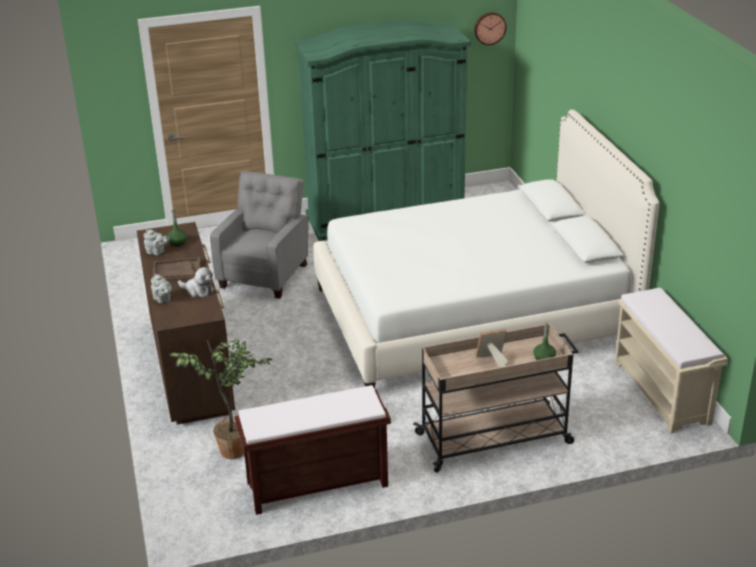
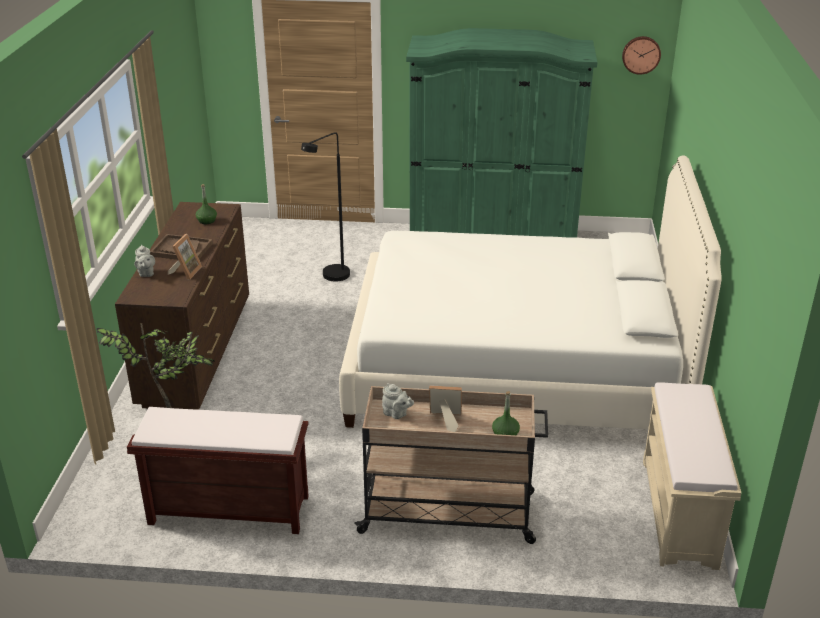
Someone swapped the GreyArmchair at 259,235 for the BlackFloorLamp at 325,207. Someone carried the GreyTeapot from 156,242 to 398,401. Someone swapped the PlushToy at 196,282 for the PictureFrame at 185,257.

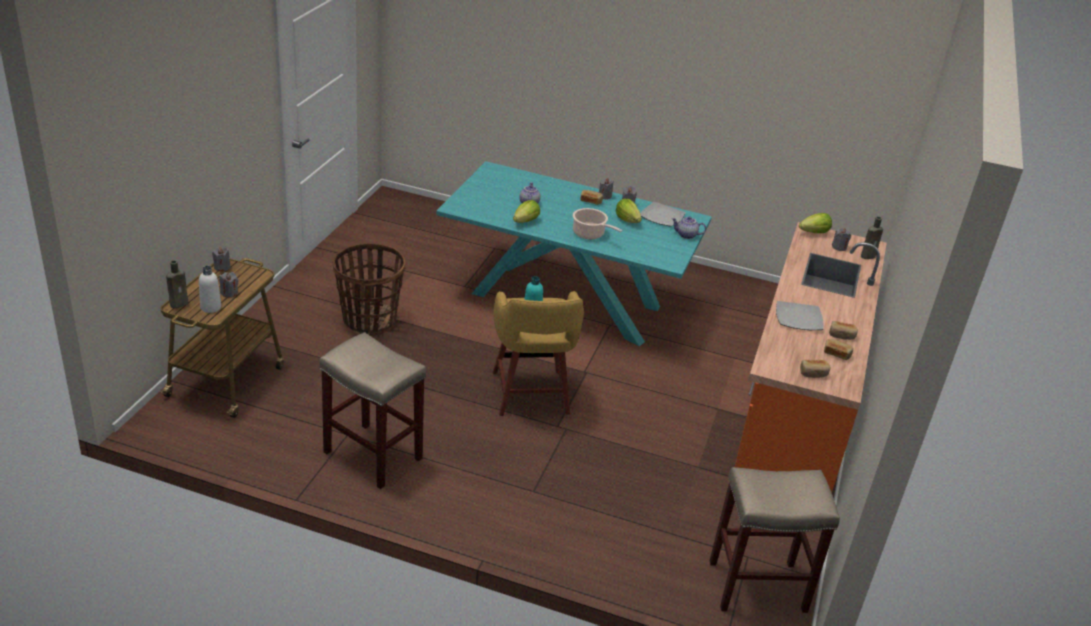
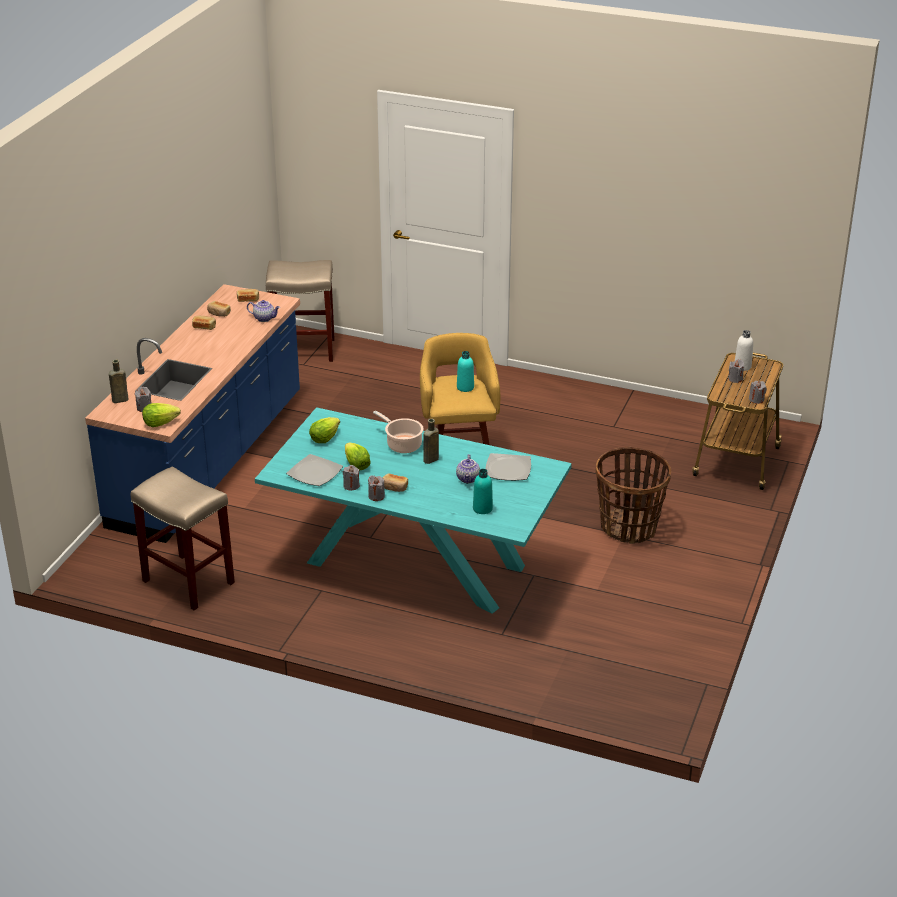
Someone carried the Lettuce from 526,211 to 324,430. Someone carried the Teapot from 688,227 to 263,311. Someone repainted the OrangeCounter at 811,357, which became the BlueCounter at 192,413. Someone carried the BrownBottle from 177,284 to 431,441. Someone carried the Plate from 799,315 to 508,467. Someone carried the BeigeStool from 373,410 to 183,538. Someone put down the TurquoiseBottle at 483,491.

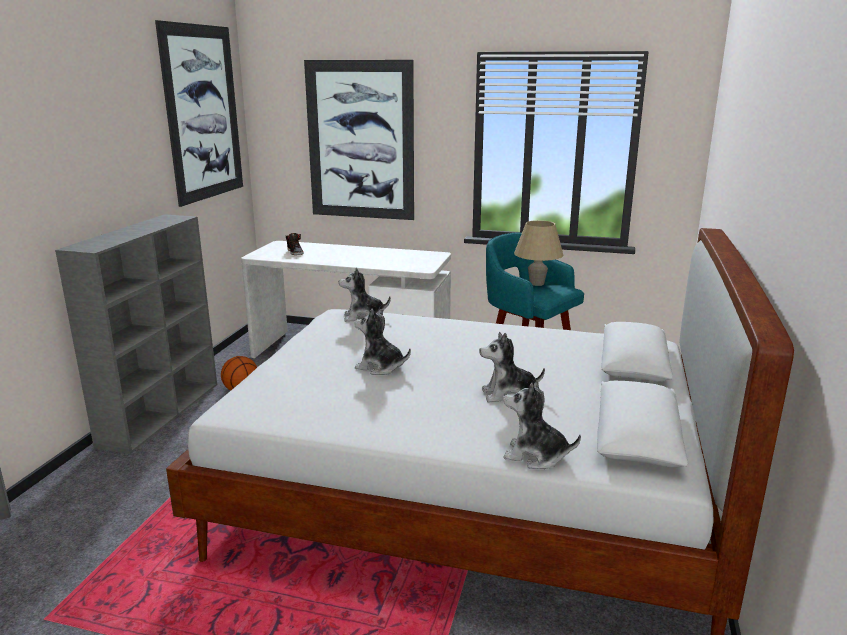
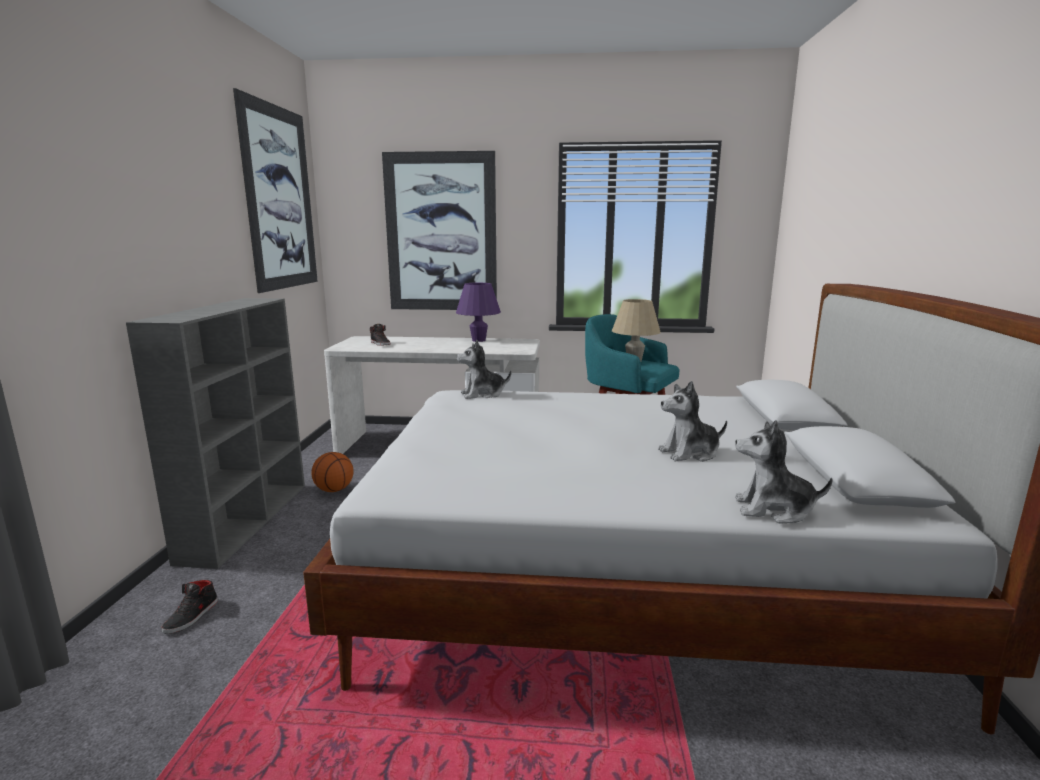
Someone took away the PlushToy at 382,341. Someone put down the PurpleTableLamp at 478,312. Someone put down the BlackShoe at 189,607.

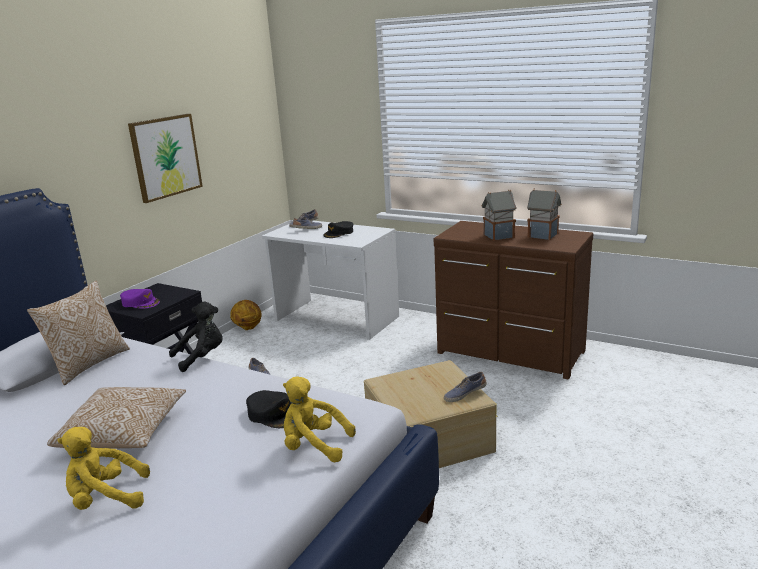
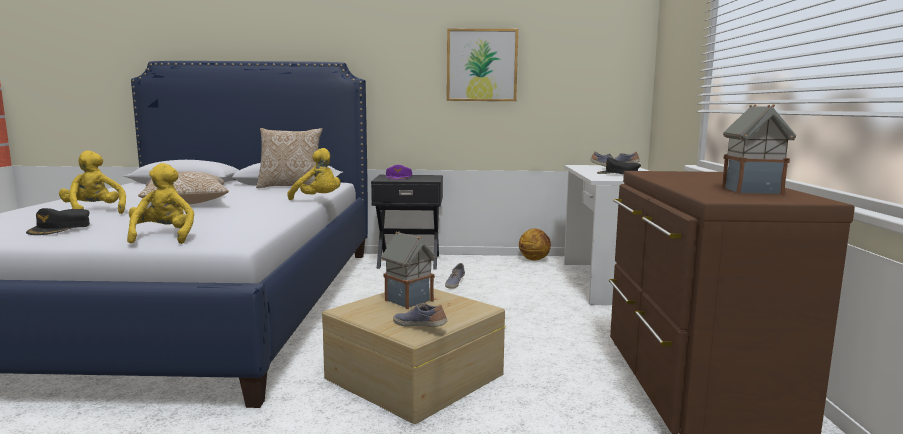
Someone carried the ToyHouse from 499,215 to 408,270. Someone repainted the BlackPlushToy at 196,337, which became the YellowPlushToy at 313,174. Someone carried the BlackCap from 268,409 to 58,221.

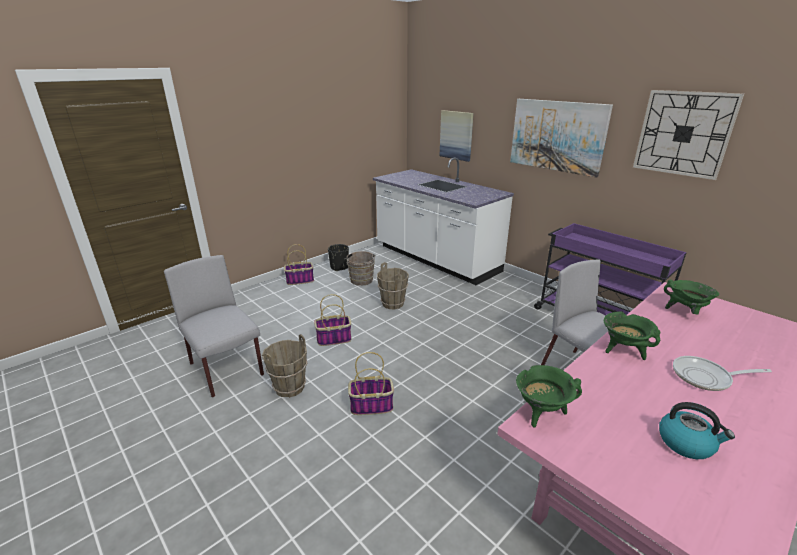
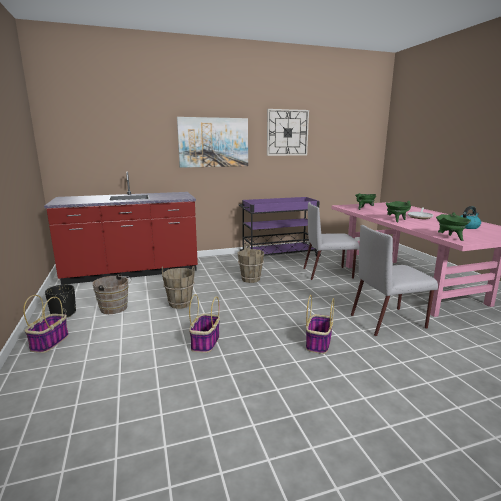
Someone took away the Picture at 457,136. Someone repainted the WhiteCounter at 443,221, which became the RedCounter at 121,228. Someone carried the GreyChair from 214,326 to 394,280. Someone carried the BrownBucket from 284,366 to 250,263.

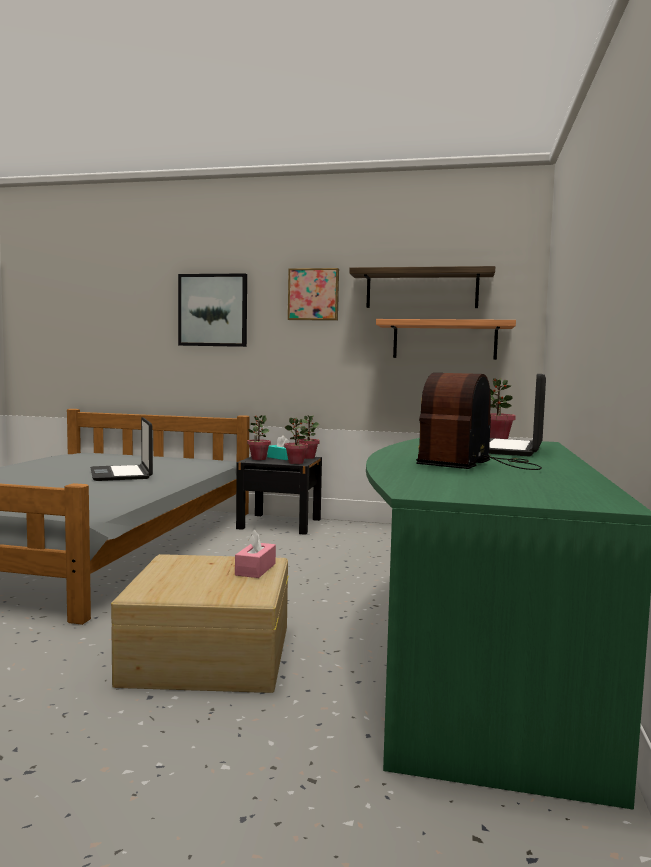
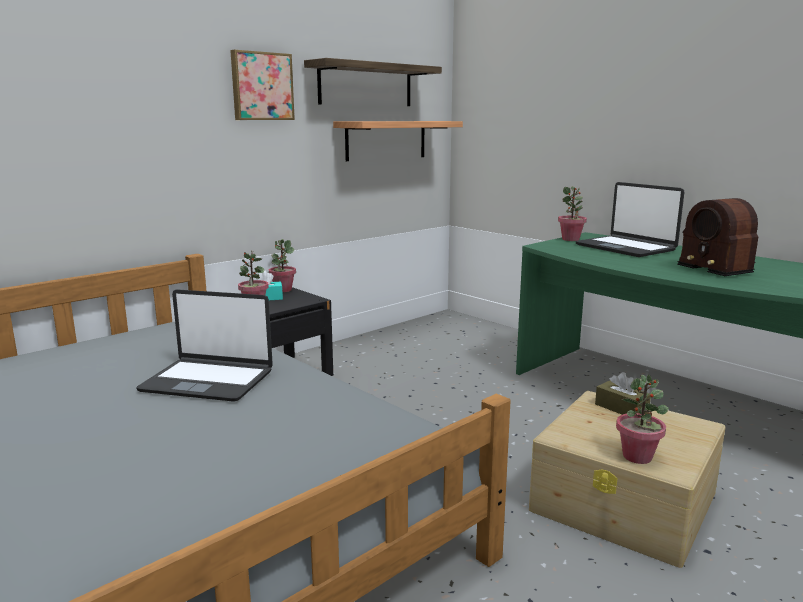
Someone took away the Picture at 212,310. Someone carried the PottedPlant from 296,441 to 642,419. Someone repainted the PinkTissueBox at 255,553, which became the BrownTissueBox at 623,393.

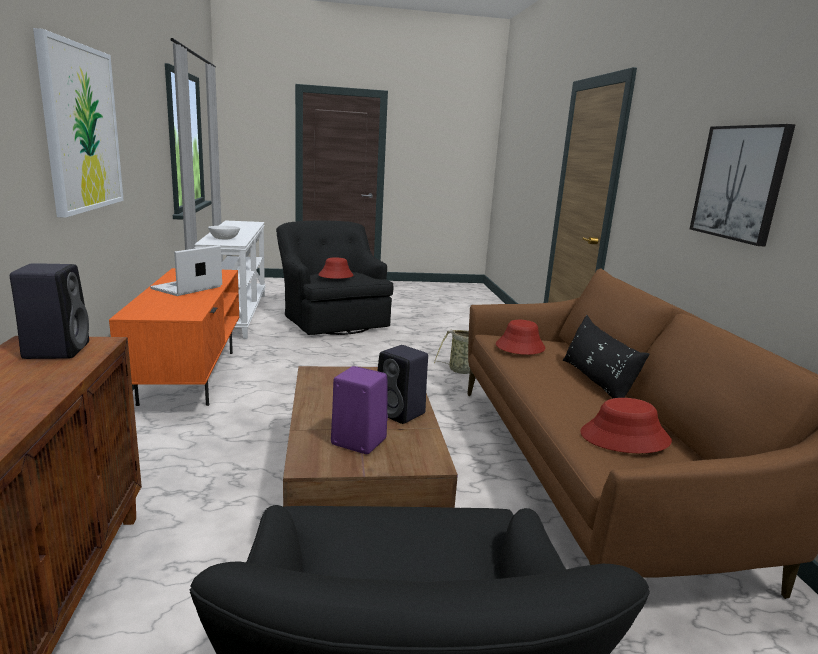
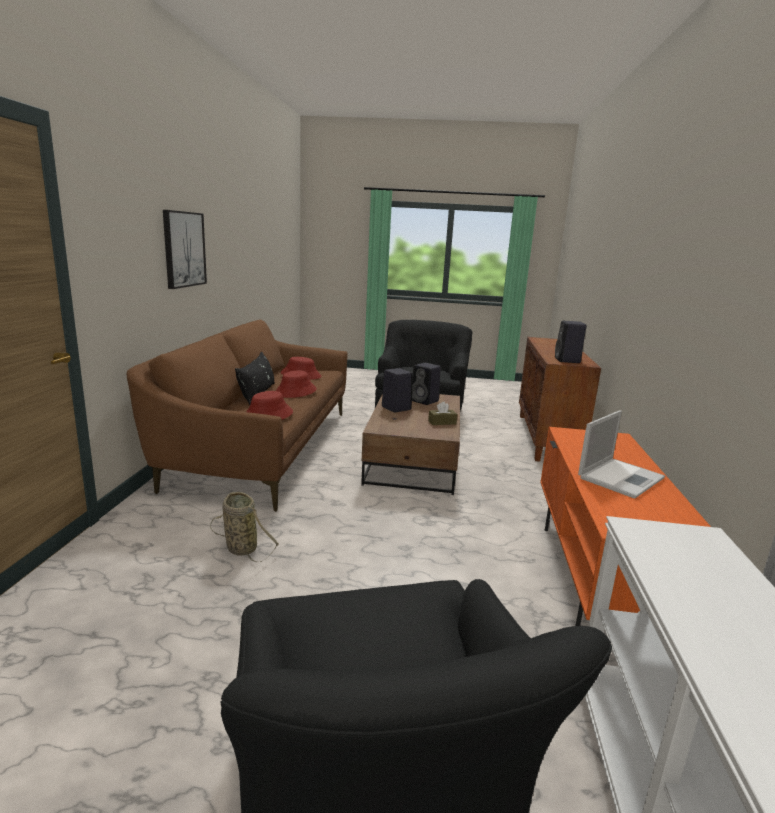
Someone took away the Picture at 78,123. Someone took away the WhiteBowl at 224,232. Someone carried the RedHat from 336,268 to 296,384. Someone repainted the PurpleSpeaker at 359,410, which became the BlackSpeaker at 426,384. Someone put down the BrownTissueBox at 442,413.

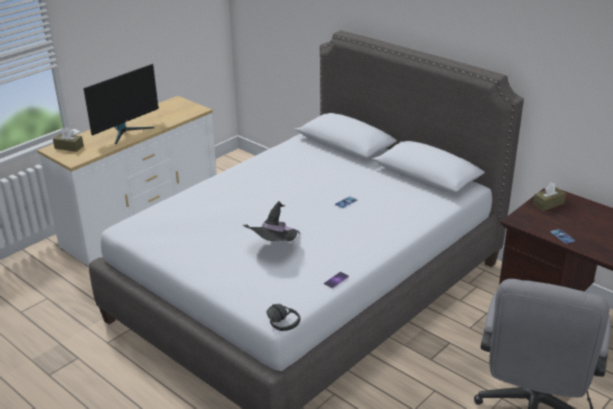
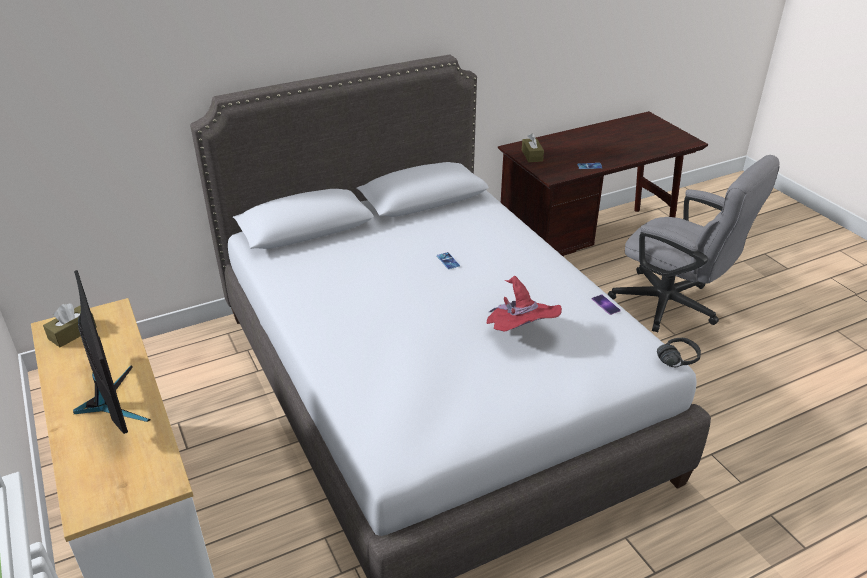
Someone carried the BrownTissueBox from 68,139 to 70,325. Someone repainted the BlackHat at 271,221, which became the RedHat at 524,303.

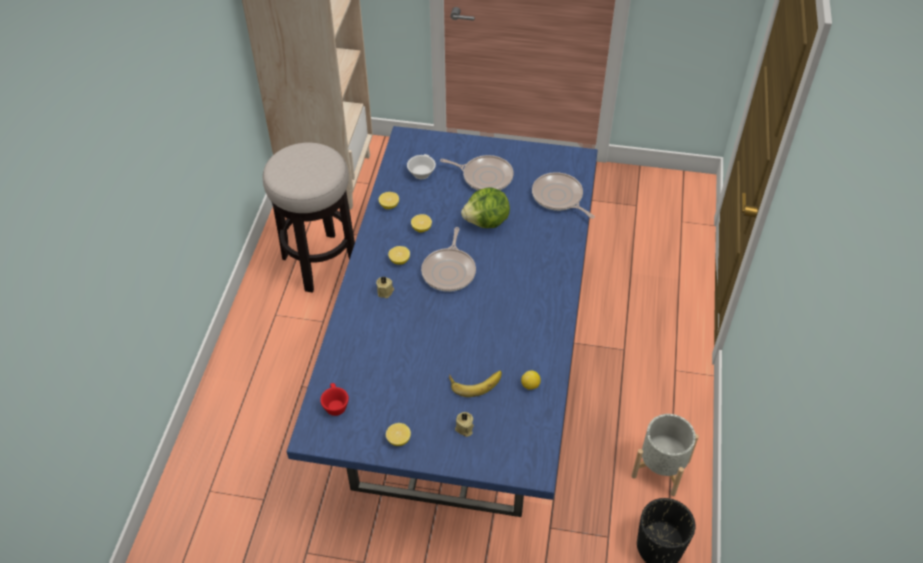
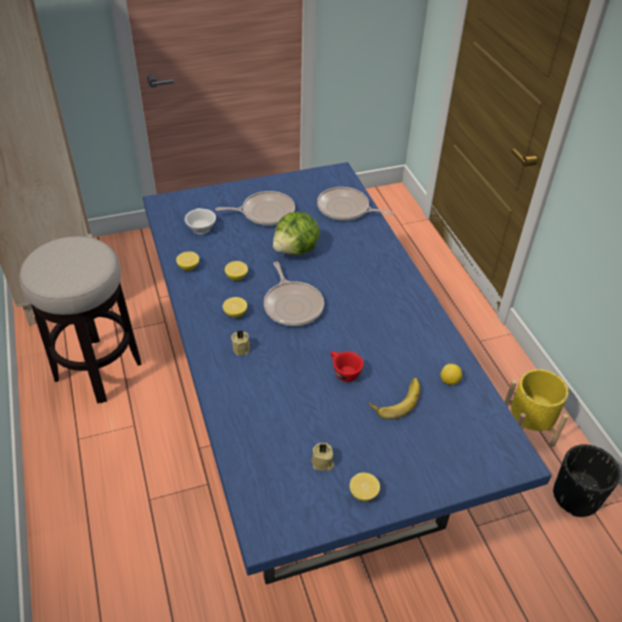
Someone carried the RedCup from 334,399 to 347,366. Someone carried the BeigeCandle from 464,424 to 322,457. Someone repainted the GreyPlanter at 665,455, which became the YellowPlanter at 536,408.

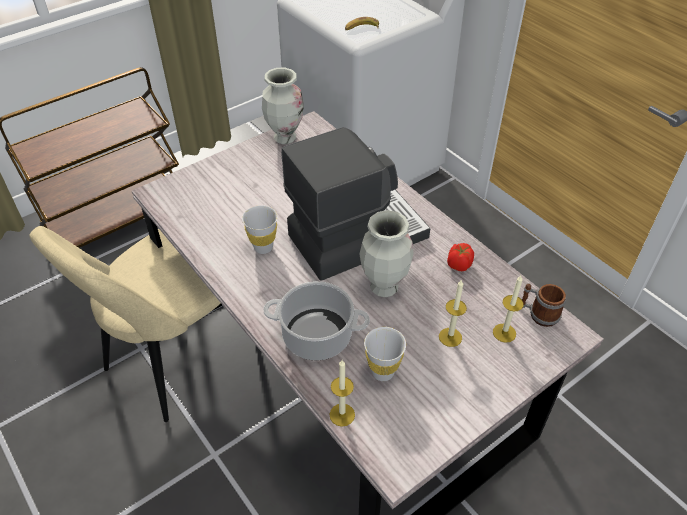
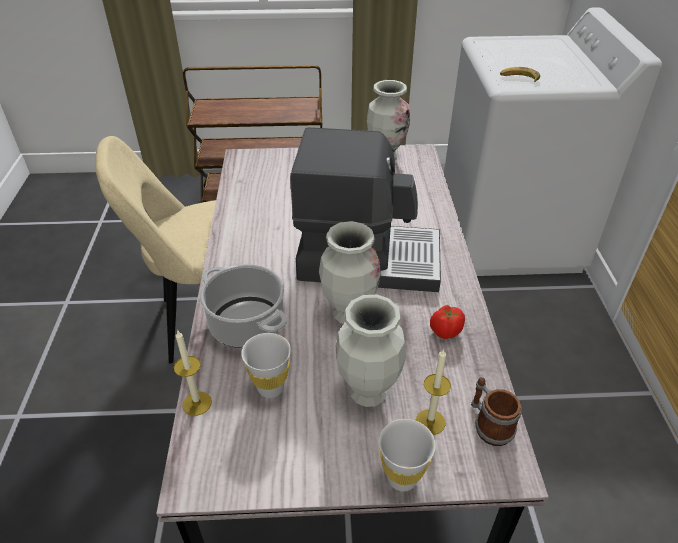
Someone carried the WhiteCup from 260,229 to 407,455. Someone swapped the Candle at 453,313 for the Vase at 371,351.

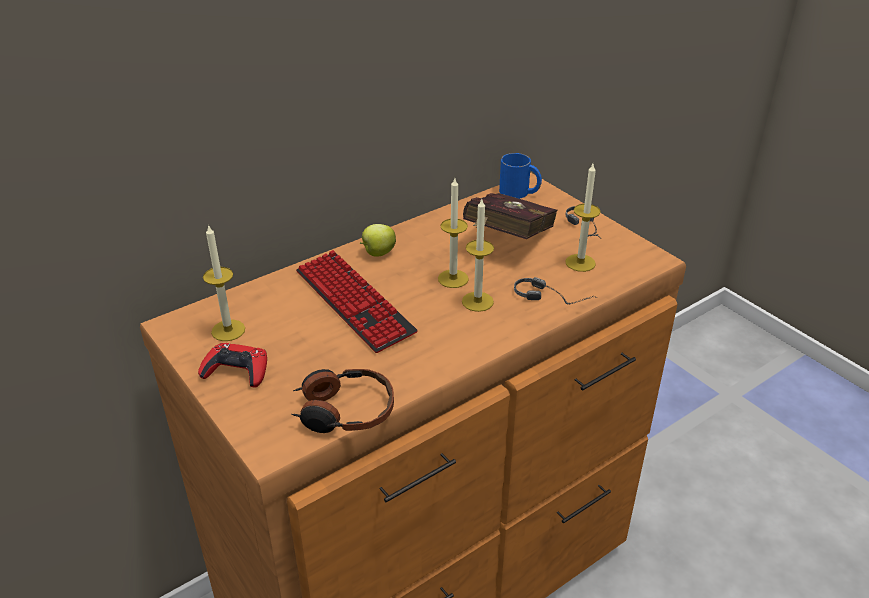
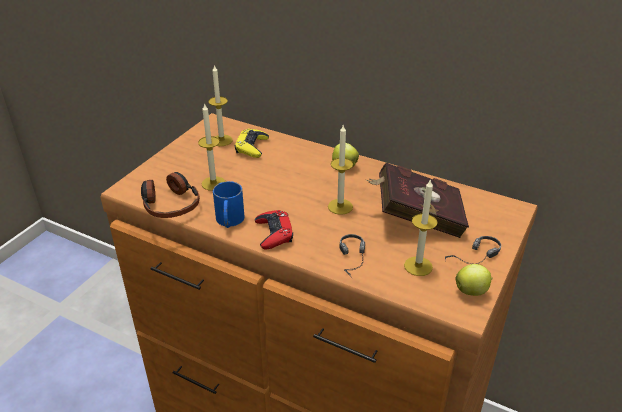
Someone carried the BlueMug from 520,176 to 228,204. Someone carried the Candle from 478,255 to 211,147. Someone took away the Keyboard at 357,301. Someone carried the RedGameController from 232,365 to 274,230. Someone put down the YellowGameController at 252,143. Someone put down the Apple at 474,280.

